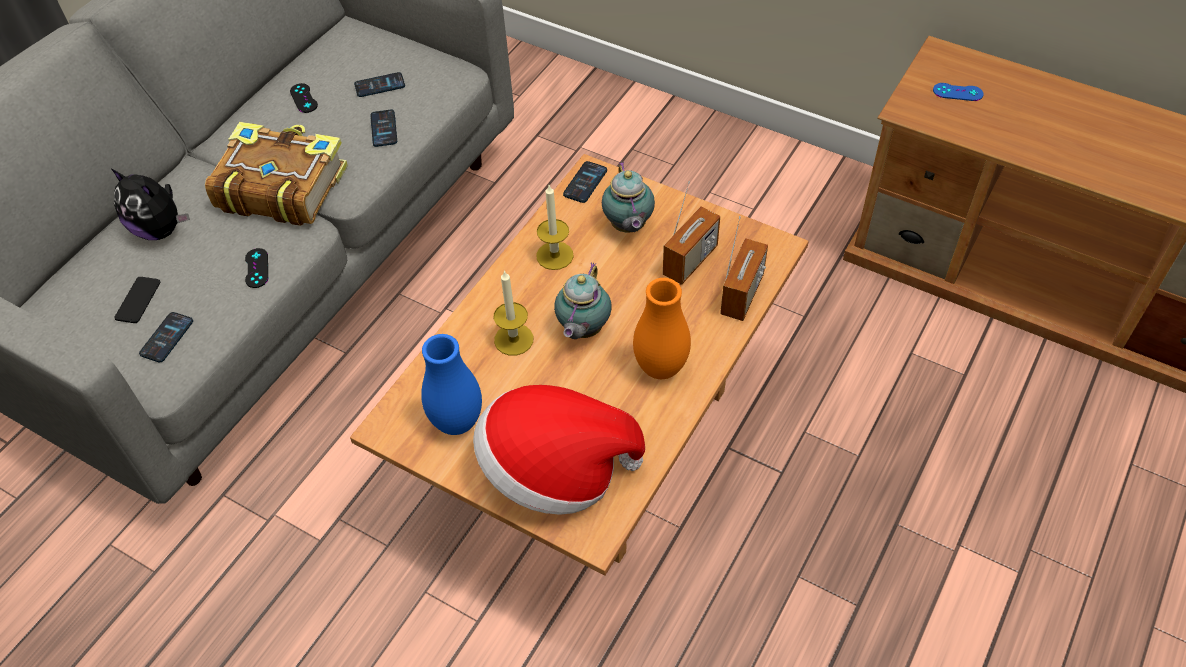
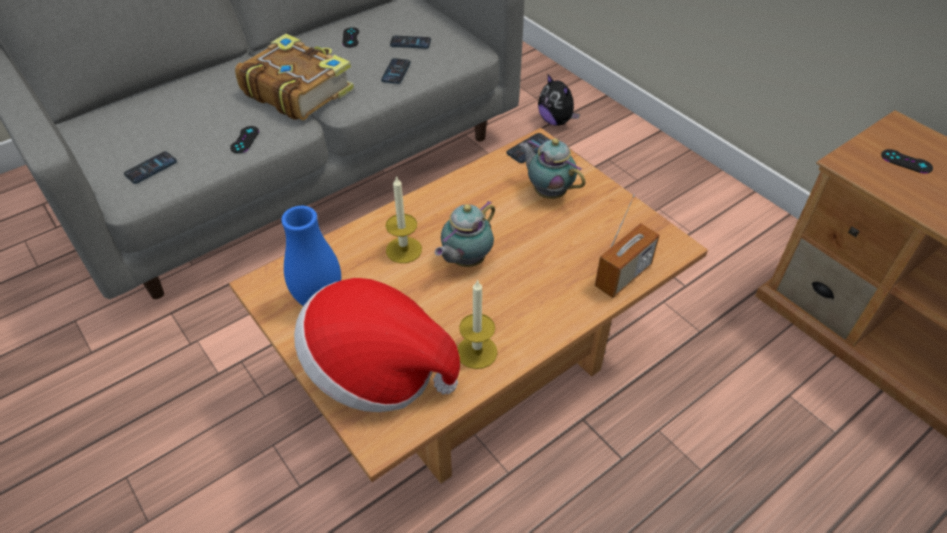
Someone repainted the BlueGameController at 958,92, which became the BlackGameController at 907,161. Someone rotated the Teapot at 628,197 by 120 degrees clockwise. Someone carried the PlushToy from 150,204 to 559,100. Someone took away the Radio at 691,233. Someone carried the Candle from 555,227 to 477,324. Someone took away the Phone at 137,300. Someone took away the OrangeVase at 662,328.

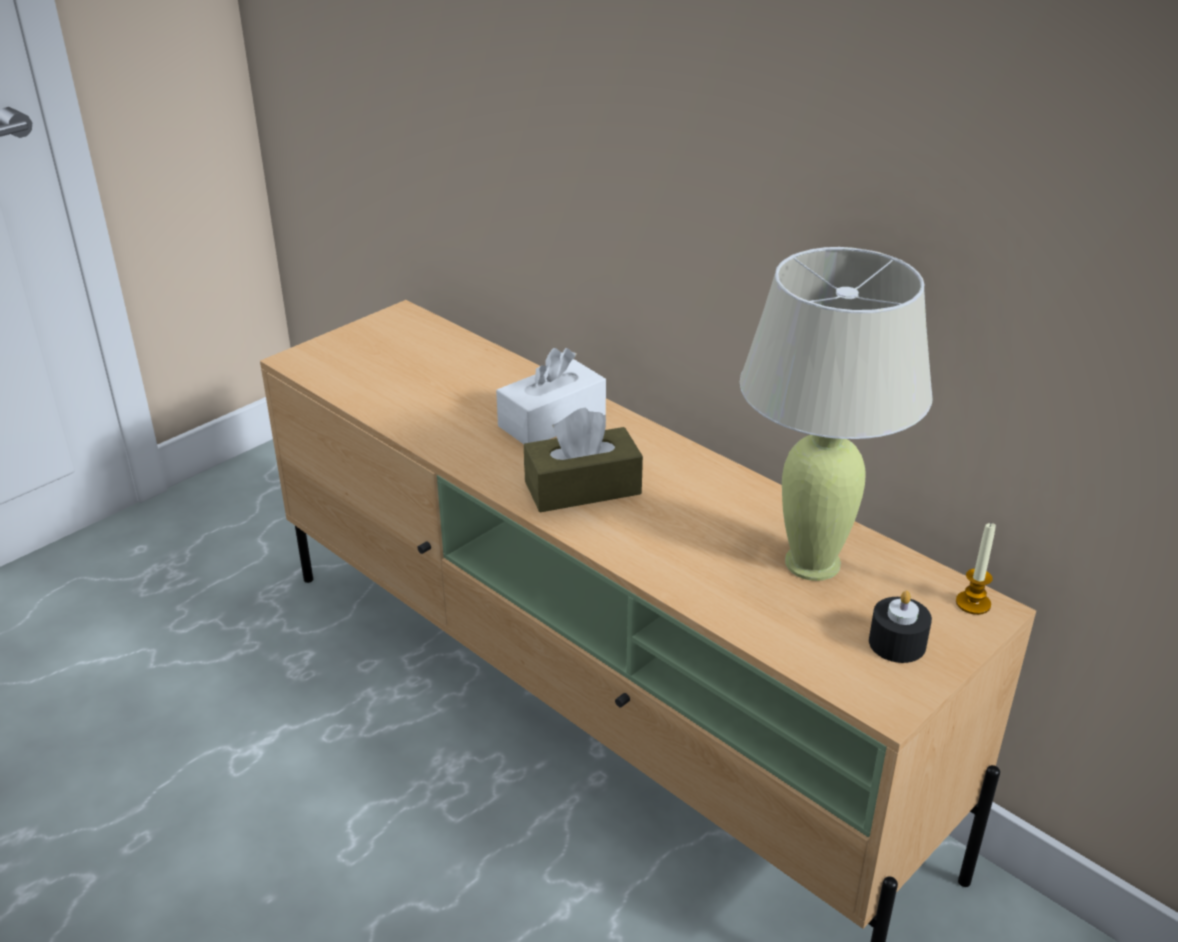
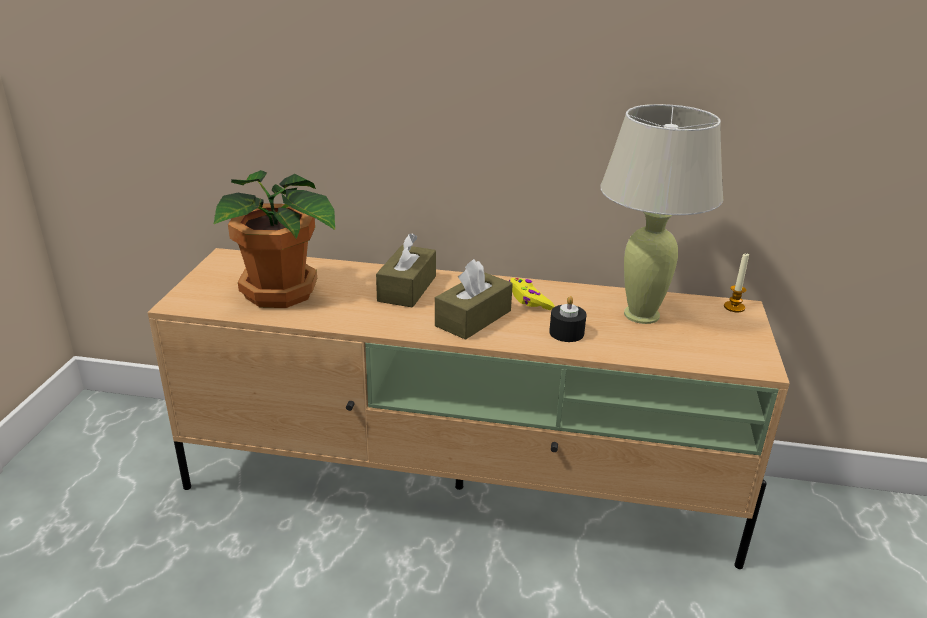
Someone repainted the WhiteTissueBox at 551,396, which became the BrownTissueBox at 406,270. Someone carried the BlackCandle from 900,626 to 567,319. Someone put down the PottedPlant at 274,239. Someone put down the YellowGameController at 532,294.

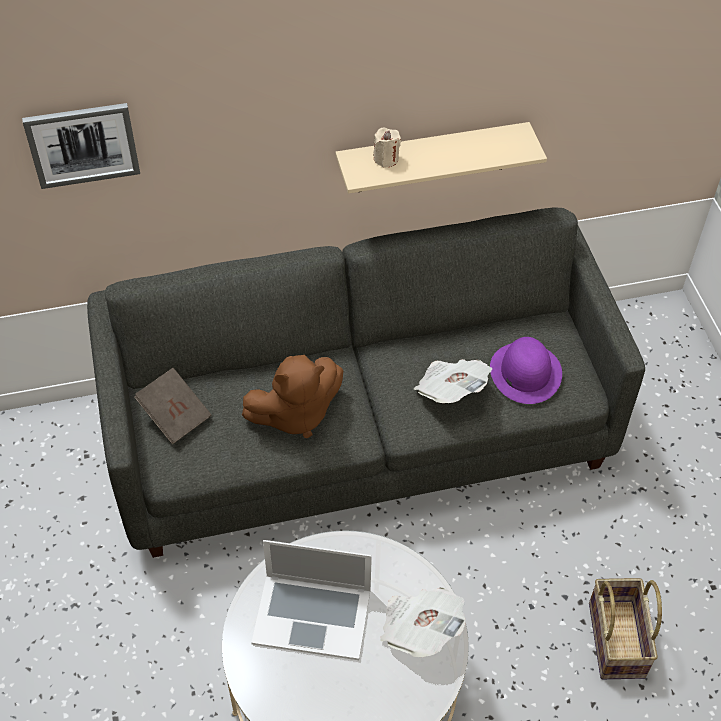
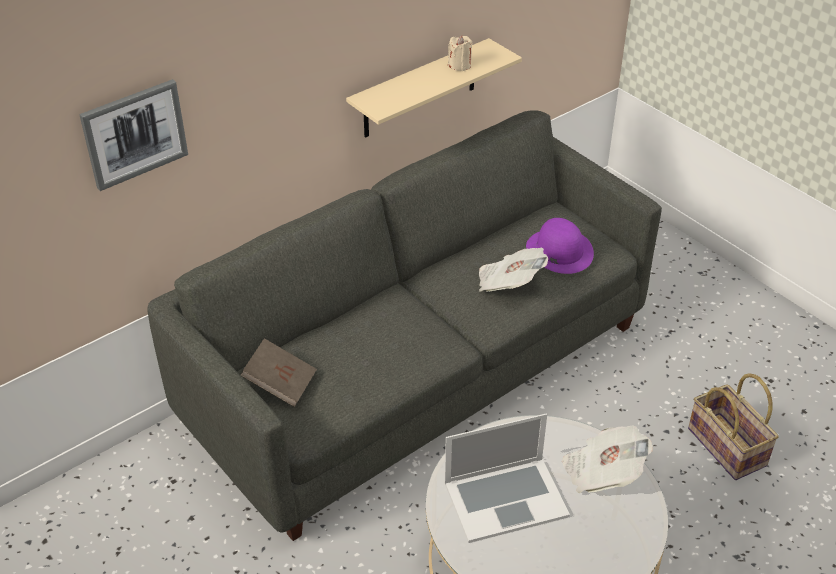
Someone carried the BeigeCandle from 387,148 to 460,53. Someone took away the BrownPlushToy at 292,396.

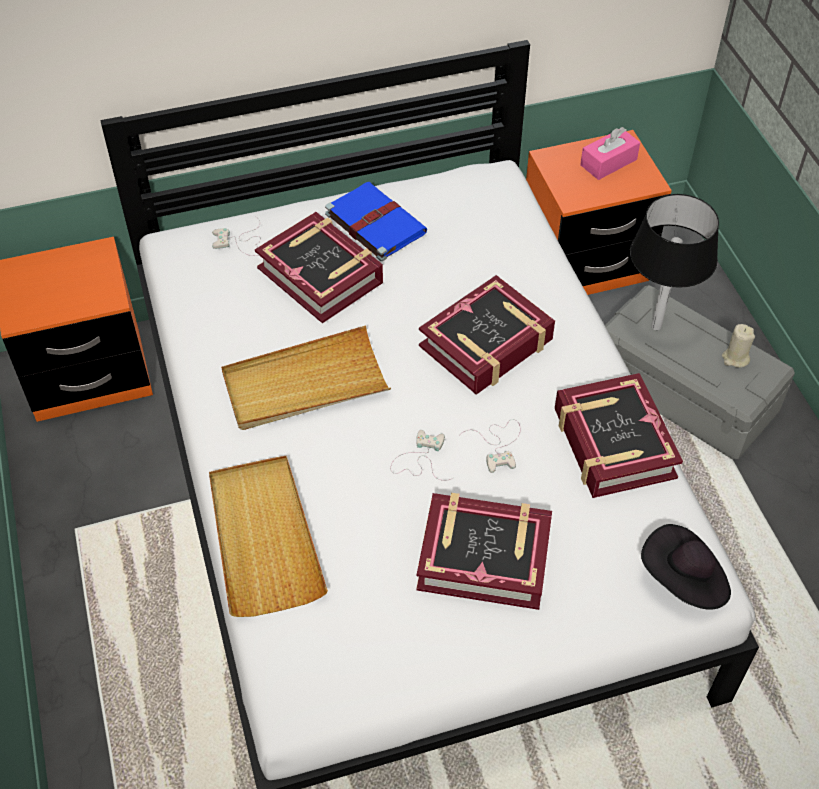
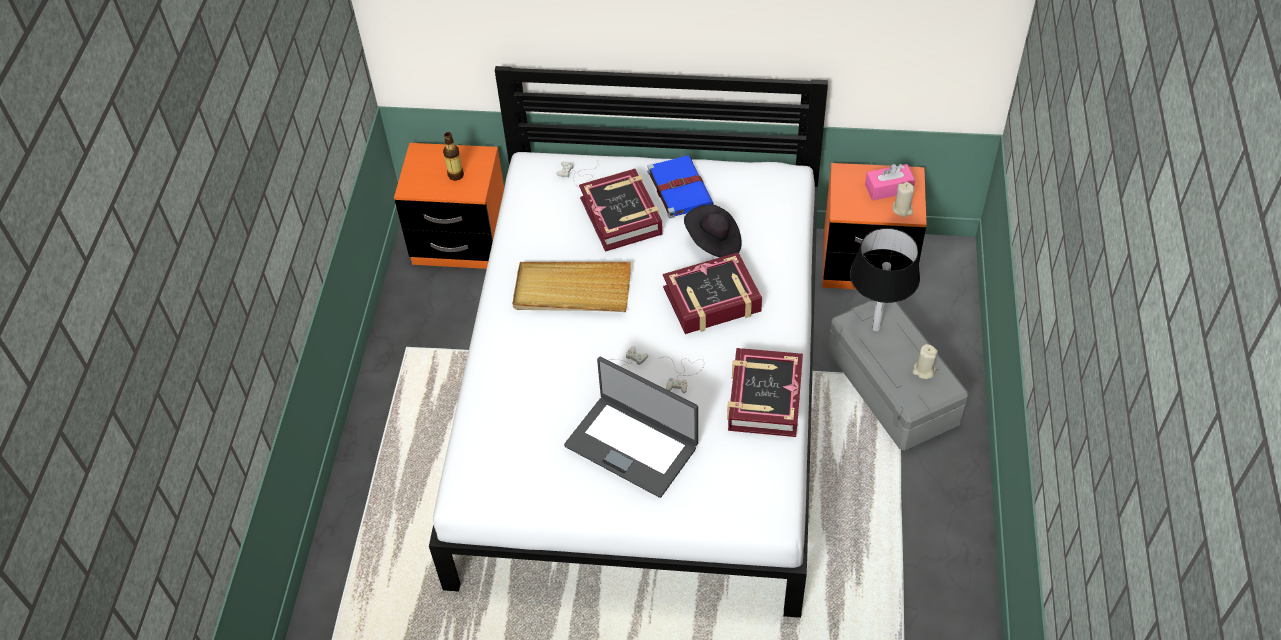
Someone took away the BeigeTray at 268,536. Someone swapped the Book at 484,551 for the Laptop at 631,427. Someone carried the BlackHat from 686,567 to 713,230. Someone put down the Bottle at 453,156. Someone put down the BeigeCandle at 903,199.

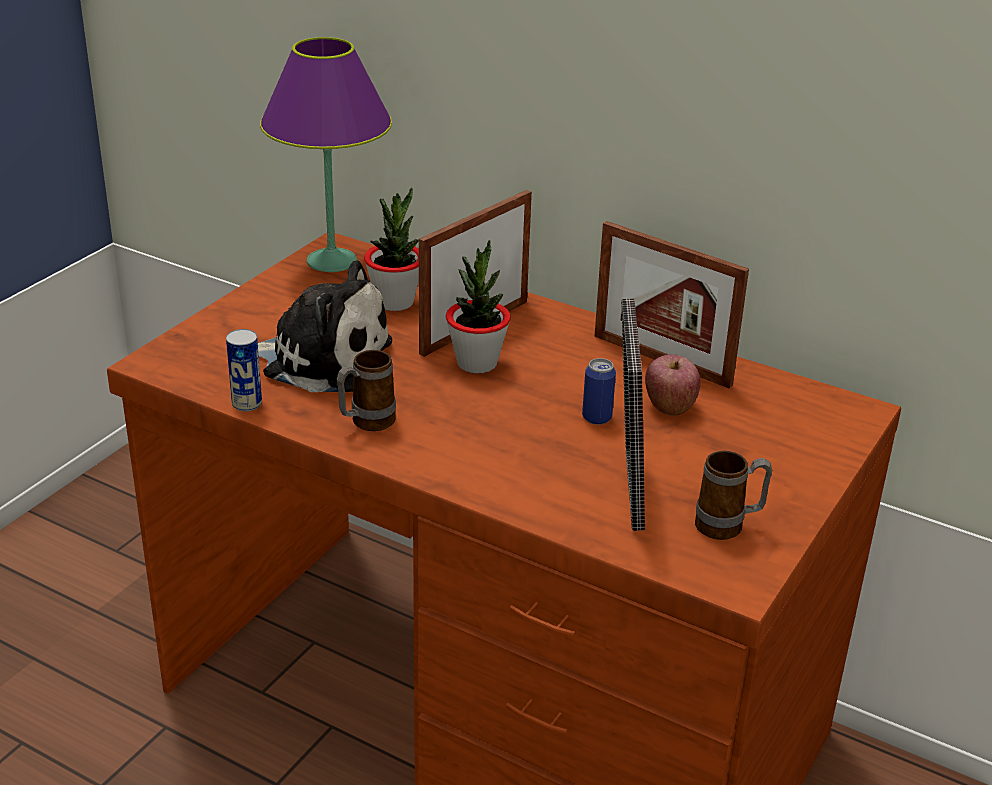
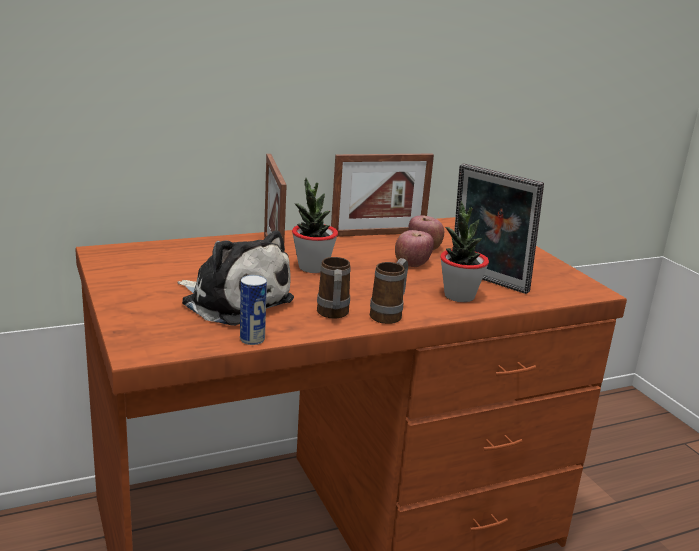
Someone took away the PurpleTableLamp at 326,154. Someone carried the PottedPlant from 391,249 to 464,251. Someone rotated the PlushToy at 325,326 by 75 degrees clockwise. Someone swapped the Can at 599,391 for the Apple at 414,248. Someone carried the Mug from 734,495 to 389,291.

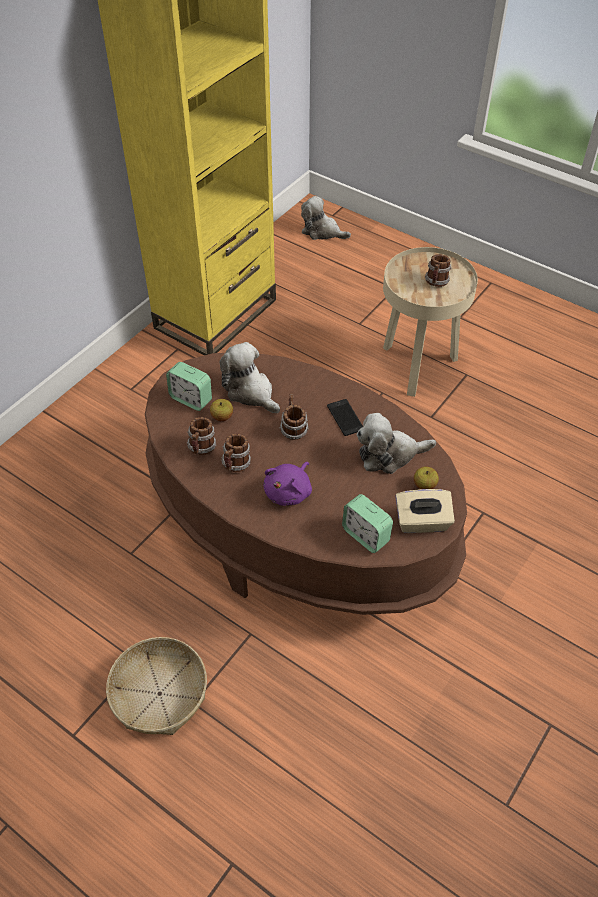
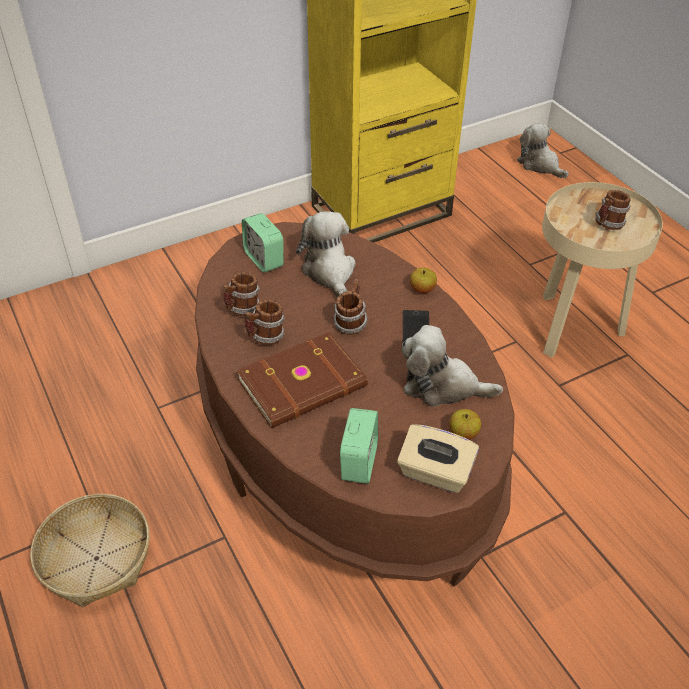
Someone carried the Apple from 221,410 to 423,280. Someone swapped the PurplePlushToy at 287,484 for the BrownBook at 302,380. Someone rotated the AlarmClock at 367,523 by 150 degrees counterclockwise.

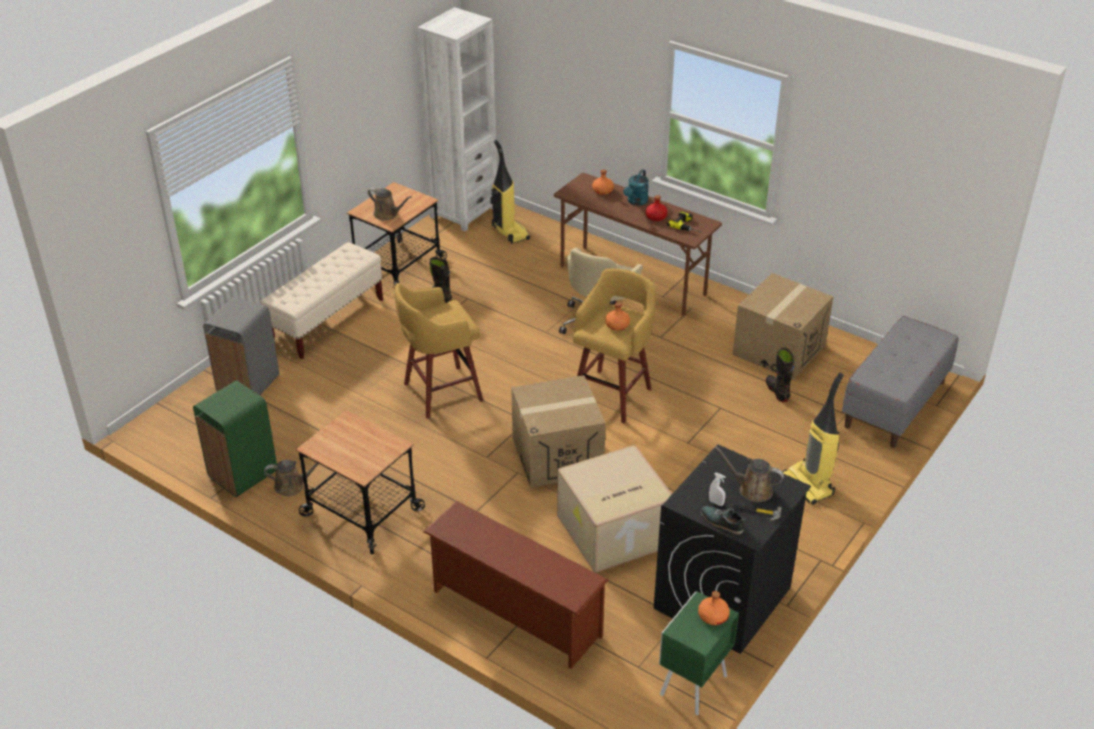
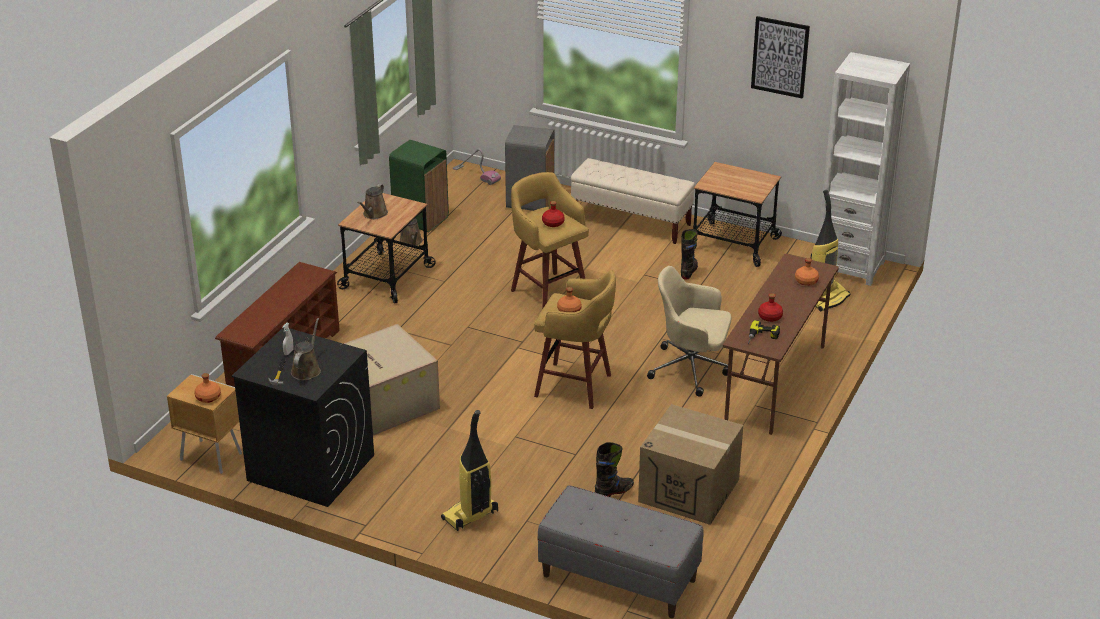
Someone took away the TurquoiseWateringCan at 636,187. Someone carried the BrownWateringCan from 390,204 to 372,201. Someone took away the CardboardBox at 558,431. Someone took away the Shoe at 723,520. Someone repainted the GreenNightstand at 699,653, which became the BrownNightstand at 204,424. Someone put up the Picture at 780,57. Someone put down the VacuumCleaner at 477,167. Someone put down the RedBottle at 553,214.

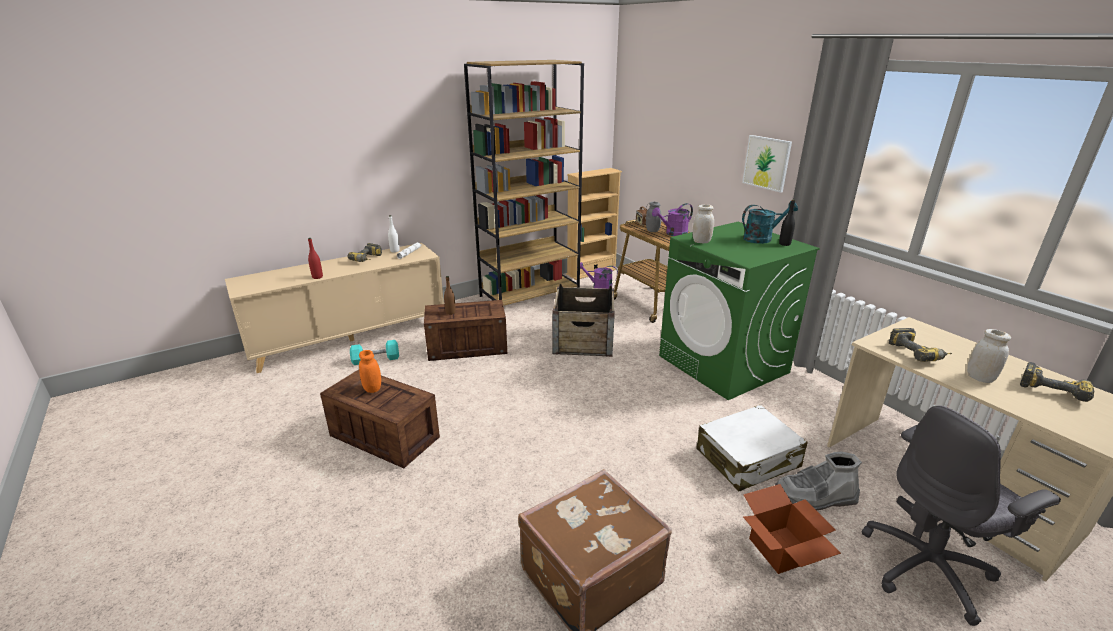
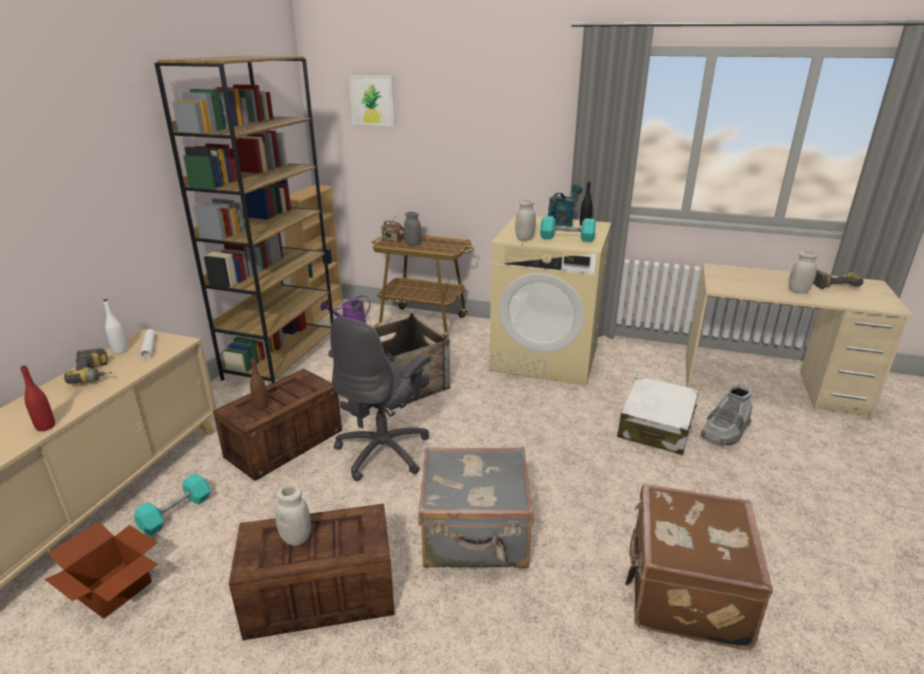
Someone carried the Picture from 767,164 to 372,100. Someone took away the PurpleWateringCan at 672,219. Someone repainted the GreenWashingMachine at 739,311, which became the BeigeWashingMachine at 550,300. Someone took away the PowerDrill at 920,345. Someone repainted the OrangeJar at 370,371, which became the WhiteJar at 293,515. Someone carried the GreyOfficeChair from 961,515 to 379,399. Someone carried the CardboardBox from 792,529 to 101,570. Someone put down the TurquoiseDumbbell at 568,229. Someone put down the GreySuitcase at 476,507.

